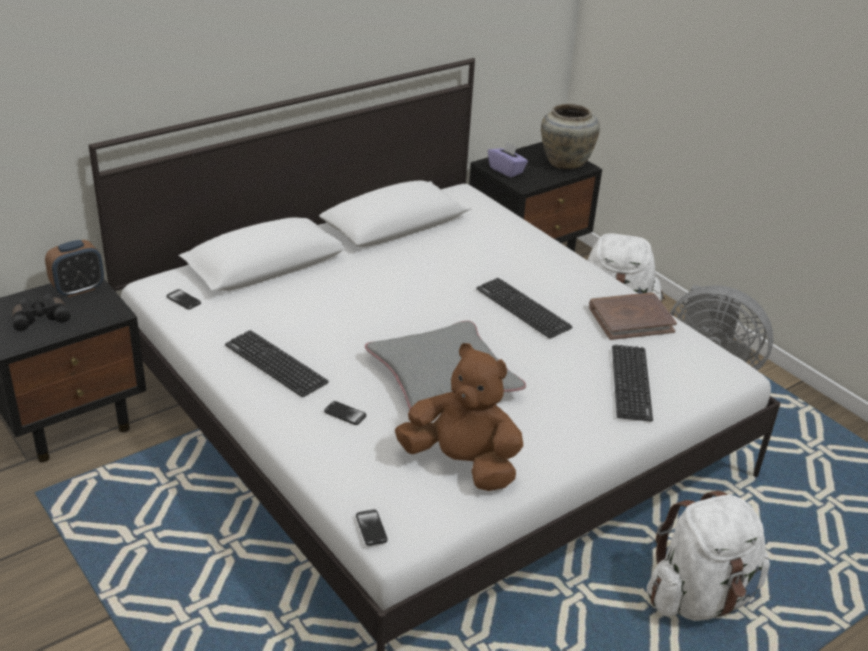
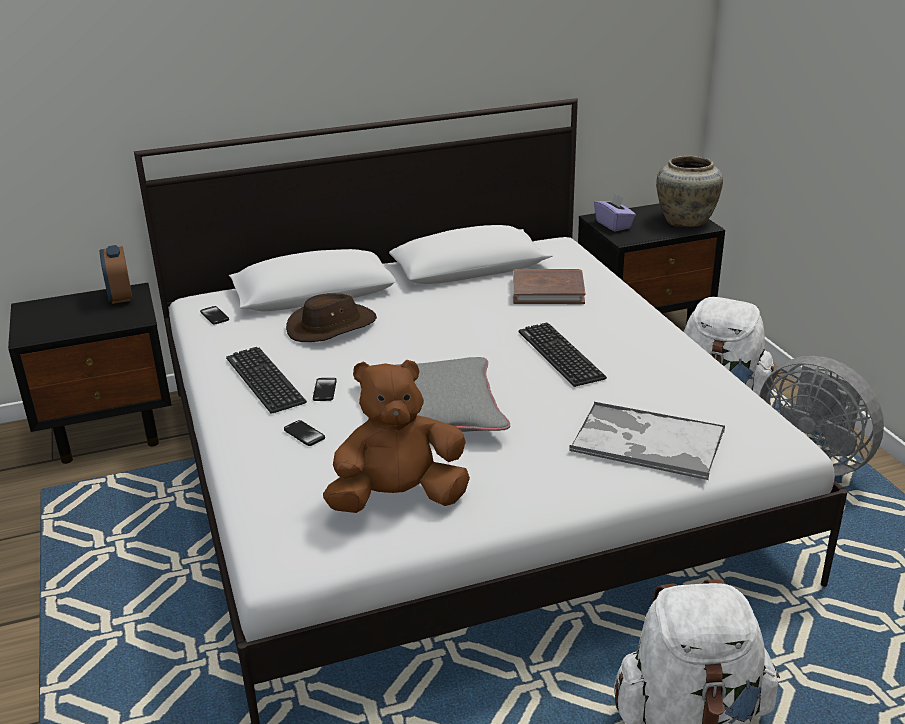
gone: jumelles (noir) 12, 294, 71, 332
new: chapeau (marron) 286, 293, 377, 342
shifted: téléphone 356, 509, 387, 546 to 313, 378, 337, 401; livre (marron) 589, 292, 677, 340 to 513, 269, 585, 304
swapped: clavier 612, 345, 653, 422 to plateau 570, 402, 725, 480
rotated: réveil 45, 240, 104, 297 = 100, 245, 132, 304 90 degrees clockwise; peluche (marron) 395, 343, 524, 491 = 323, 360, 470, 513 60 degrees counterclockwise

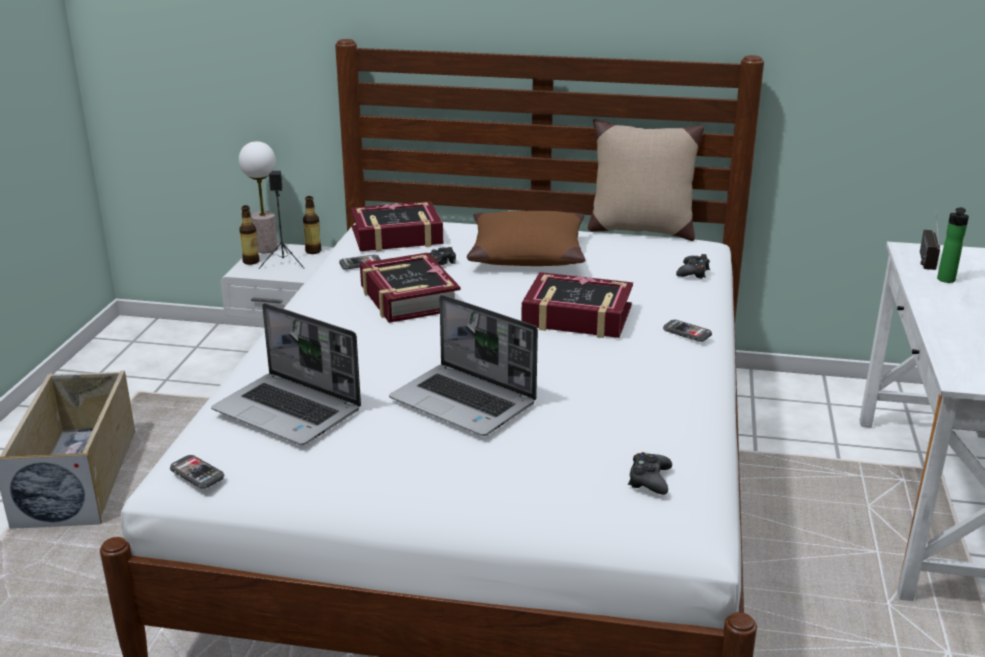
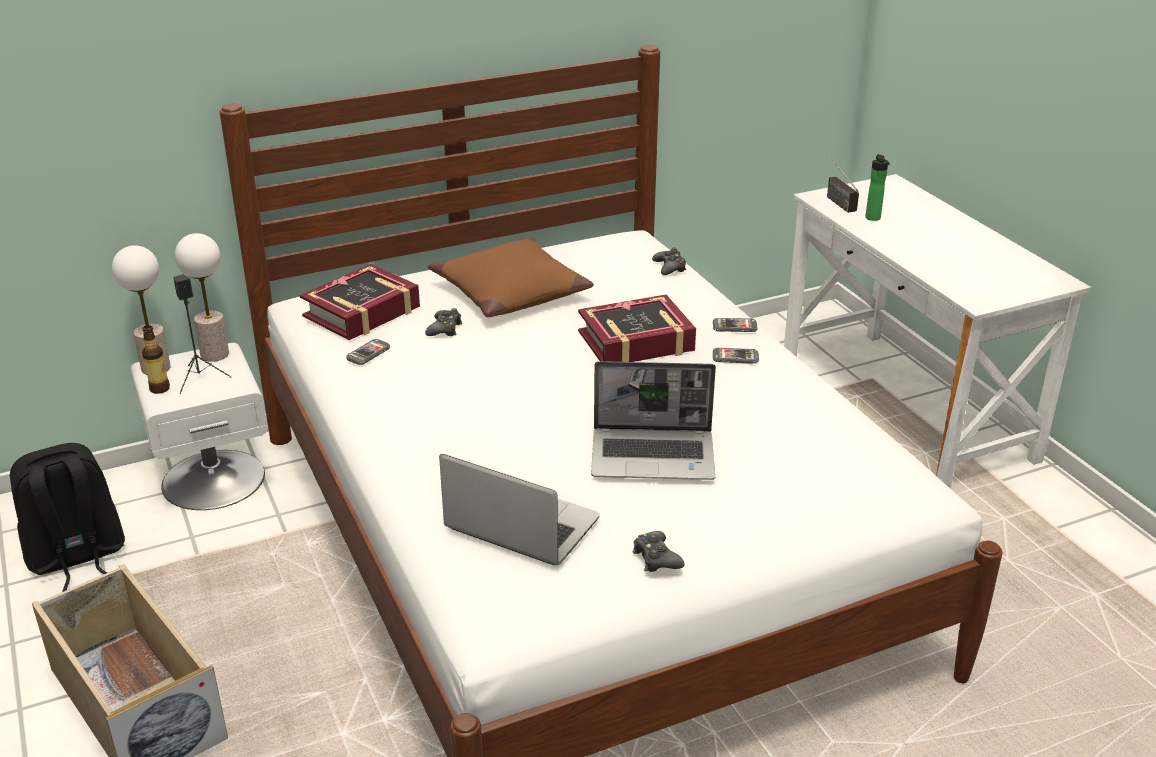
gone: livre 360, 253, 461, 323; coussin (beige) 588, 119, 704, 241
new: sac à dos (noir) 10, 443, 125, 592
shifted: téléphone 170, 455, 224, 489 to 713, 348, 759, 364; manette (noir) 628, 452, 672, 495 to 633, 531, 685, 572
swapped: bouteille 303, 196, 322, 254 to lampe de table 175, 233, 229, 362
rotated: ordinateur portable 211, 303, 361, 445 = 439, 454, 600, 565 150 degrees counterclockwise

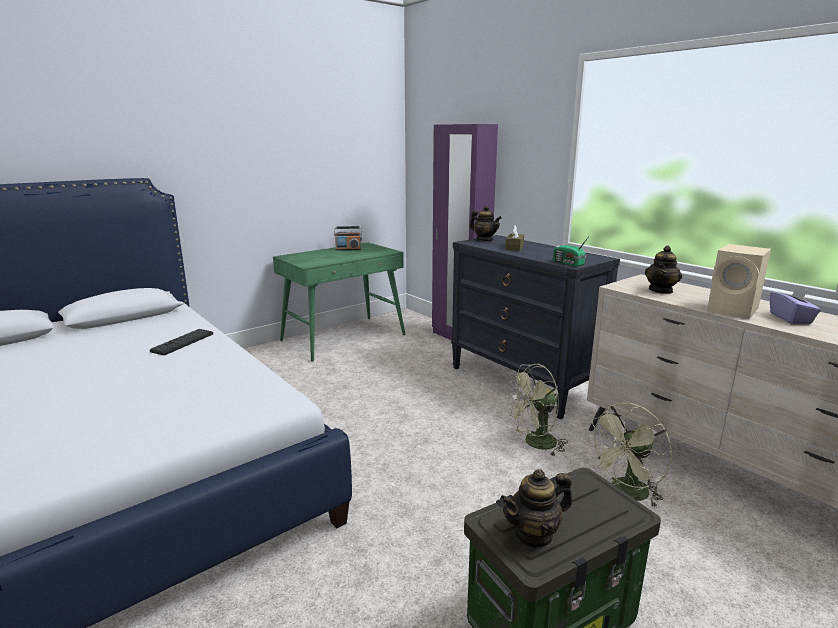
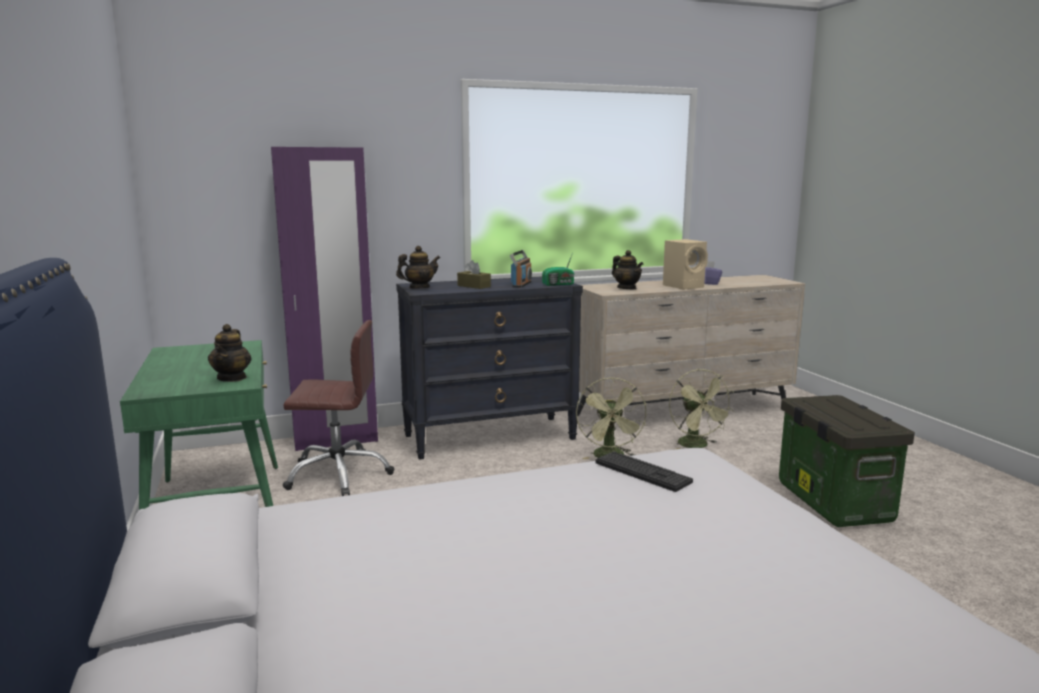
new: chaise de bureau (marron) 283, 320, 394, 496
shifted: clavier 150, 329, 213, 355 to 596, 451, 693, 492; radio 334, 226, 362, 251 to 510, 250, 532, 288; théière 500, 469, 572, 549 to 208, 324, 252, 382

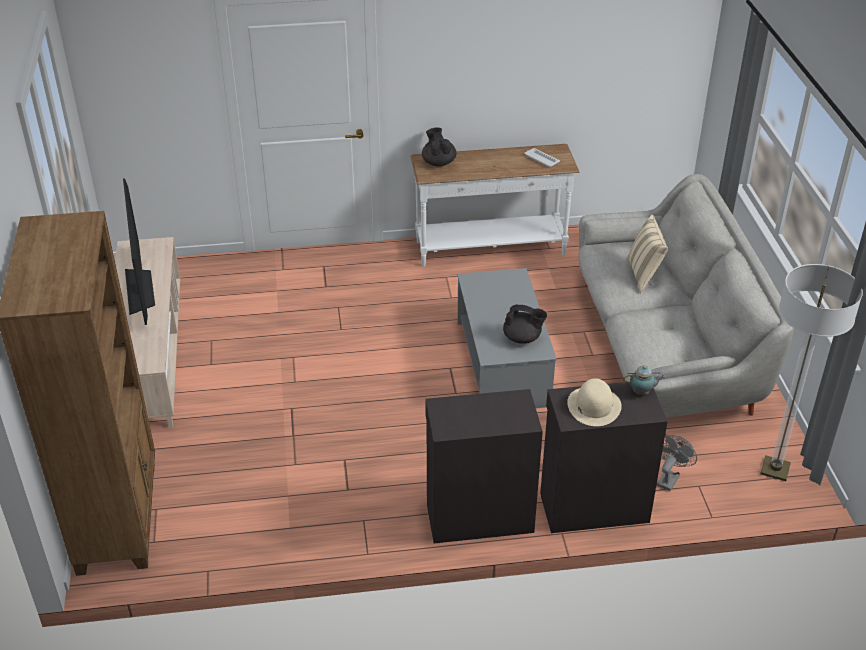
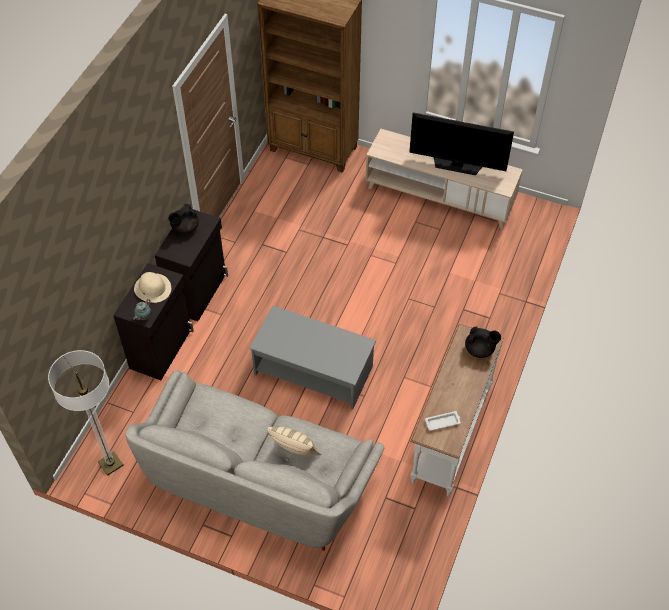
gone: ventilateur (gris) 657, 435, 697, 491
shifted: théière (noir) 503, 304, 547, 344 to 168, 204, 199, 234

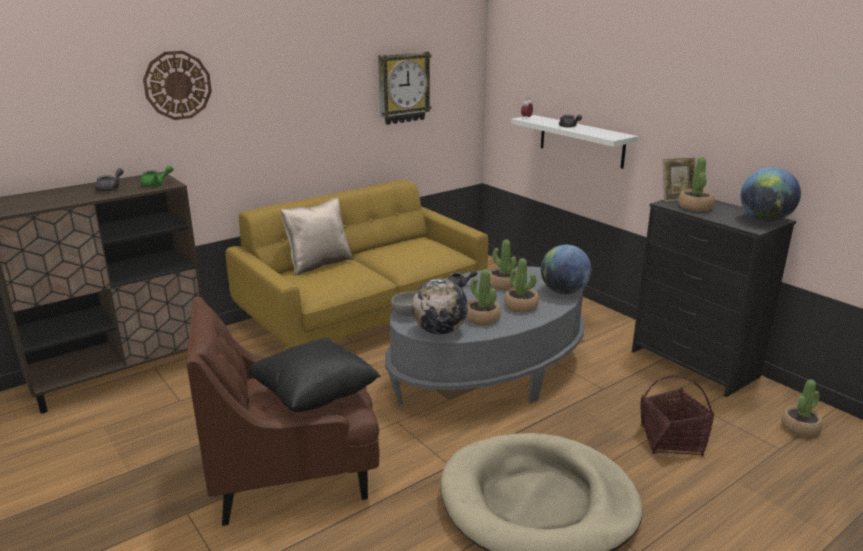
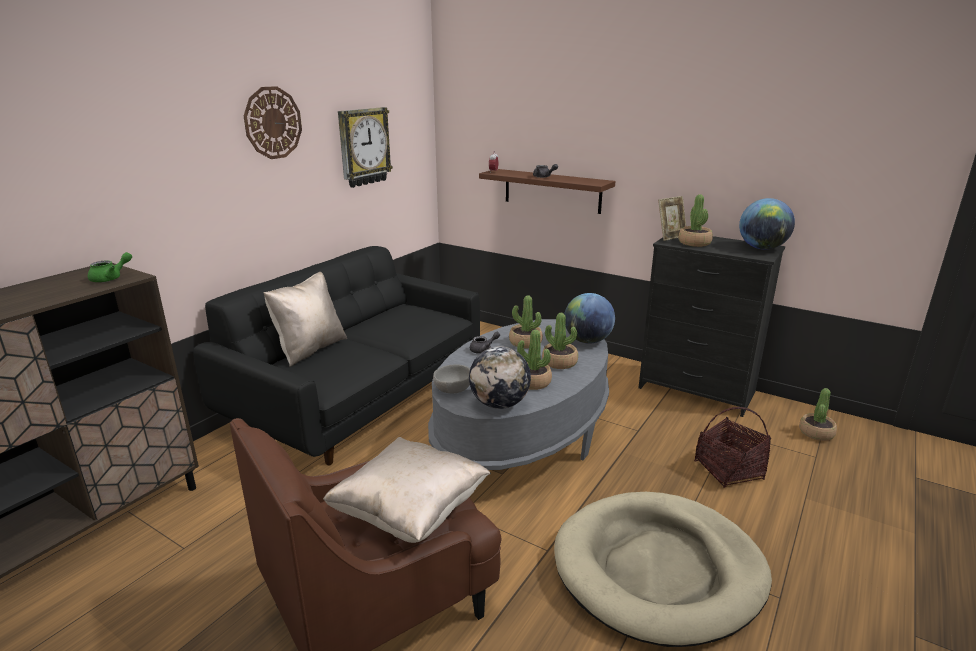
gone: théière (gris) 95, 168, 124, 192
shifted: horloge murale 143, 51, 212, 120 to 244, 86, 302, 159
repainted: canapé (jaune) 225, 180, 488, 349 to canapé (noir) 193, 246, 480, 466; coussin (noir) 248, 338, 381, 412 to coussin (beige) 323, 437, 491, 543; étagère (blanc) 511, 115, 638, 169 to étagère (marron) 479, 169, 615, 214

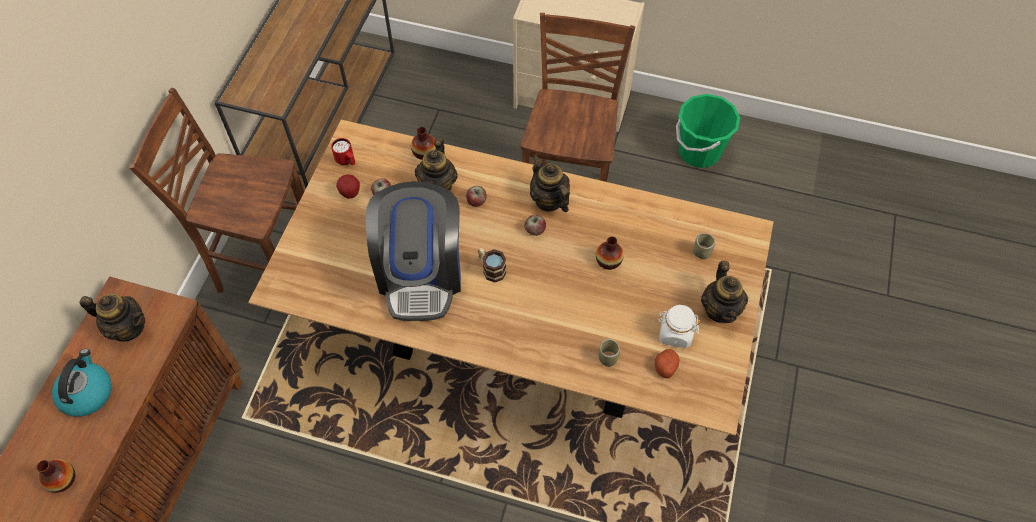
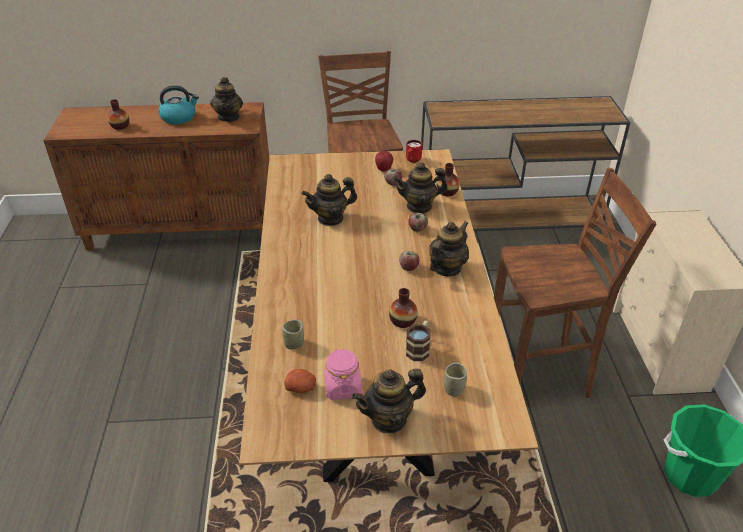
shifted: mug 478, 248, 506, 283 to 406, 320, 431, 361
swapped: machine à café 365, 181, 461, 321 to théière 302, 174, 357, 226
repainted: bocal (blanc) 658, 305, 700, 348 to bocal (rose) 324, 348, 362, 400

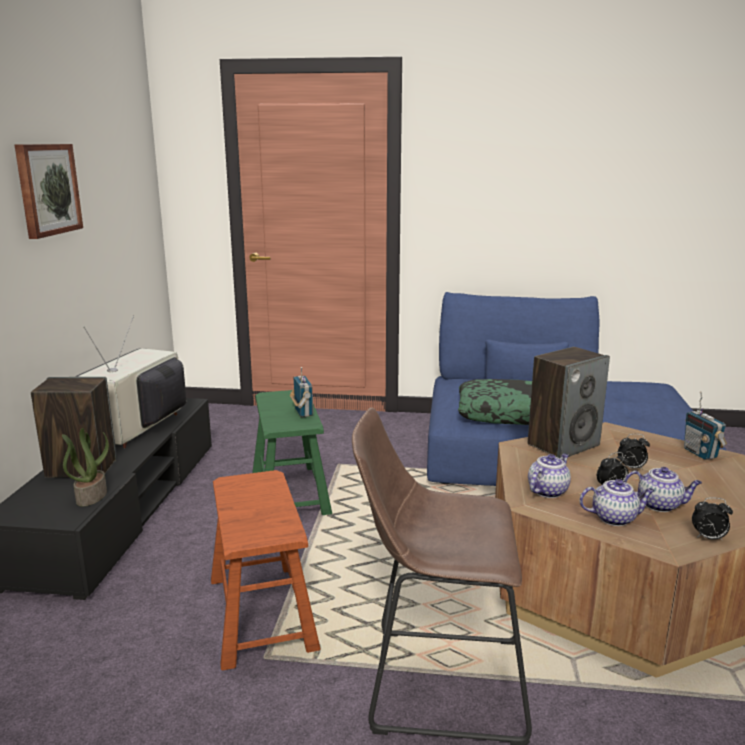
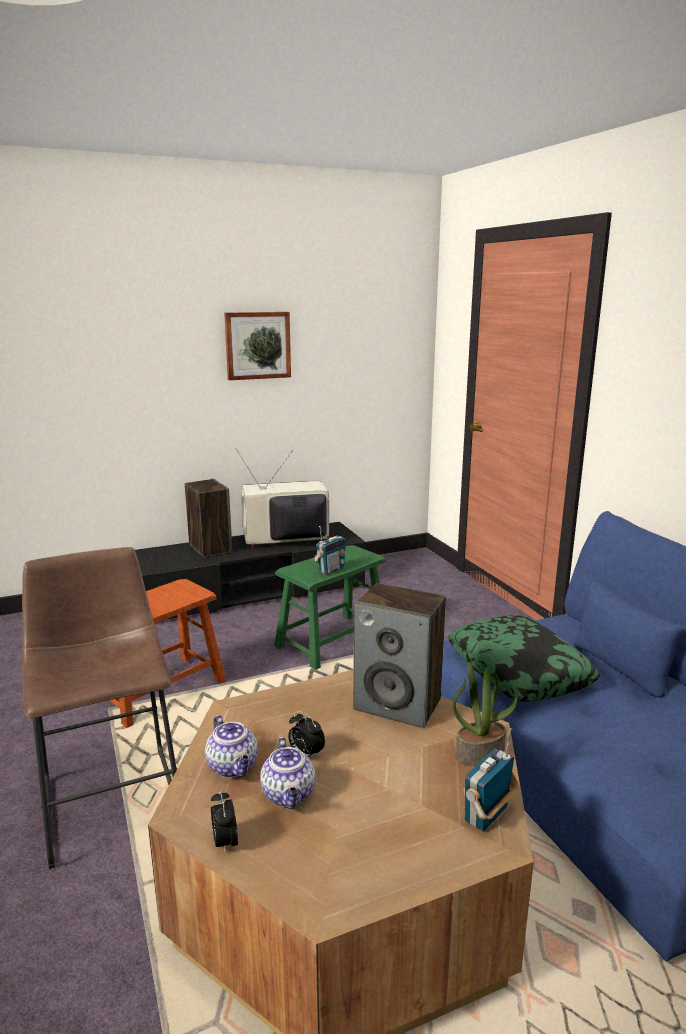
gone: théière 528, 454, 571, 498; réveil 618, 434, 650, 469
shifted: plante en pot 62, 428, 109, 507 to 453, 663, 518, 766

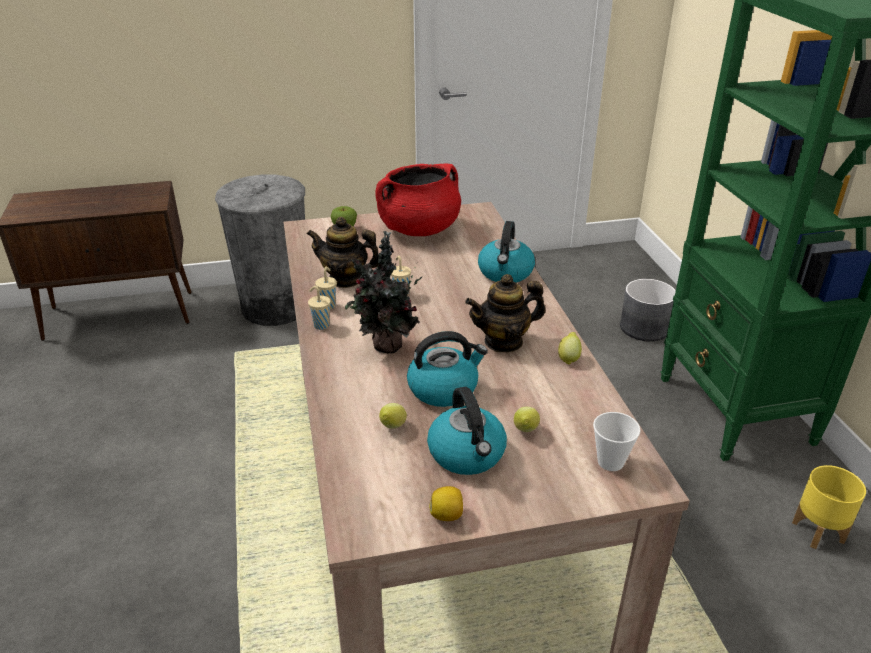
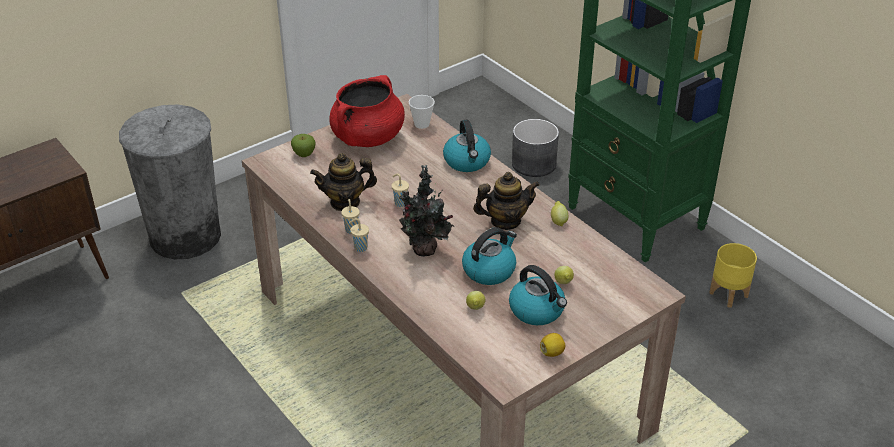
shifted: tasse 593, 412, 641, 471 to 409, 95, 435, 129
rotated: théière 465, 274, 545, 353 = 473, 172, 540, 230 150 degrees counterclockwise

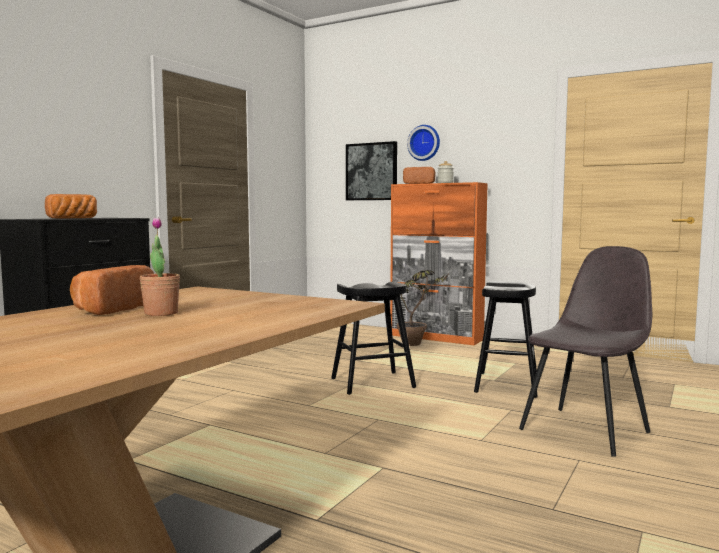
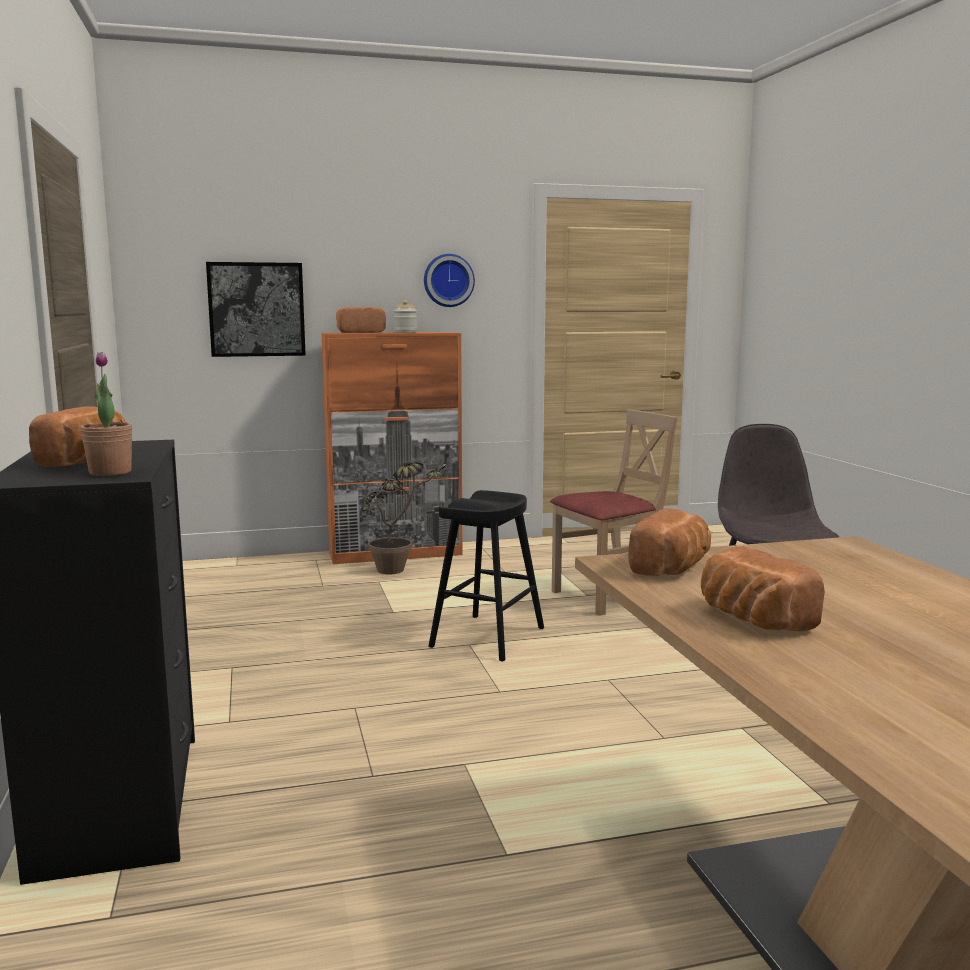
new: pain 628, 508, 711, 576
shifted: plante en pot 140, 218, 180, 316 to 81, 352, 133, 476; horloge murale 407, 125, 440, 161 to 424, 254, 475, 307
swapped: tabouret (noir) 474, 282, 538, 398 to chaise (beige) 550, 409, 678, 616

